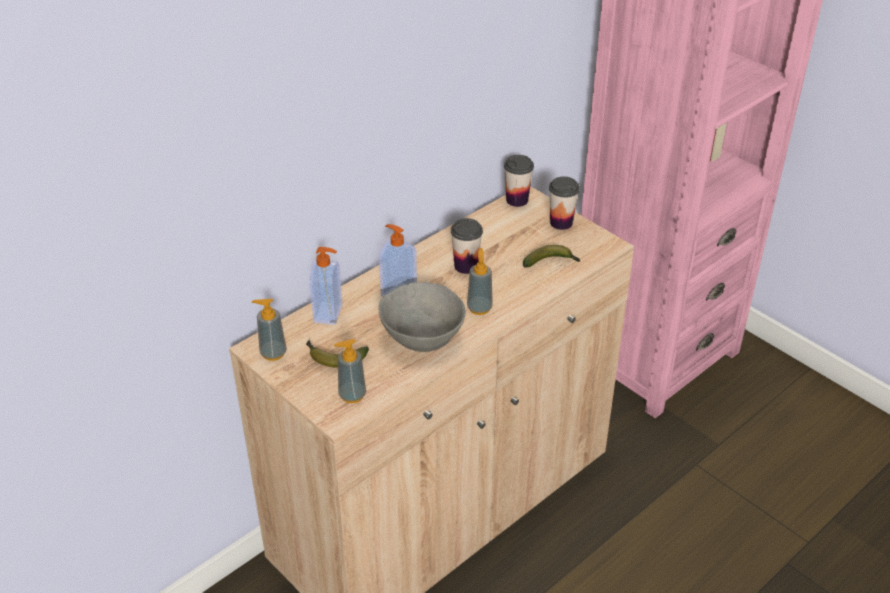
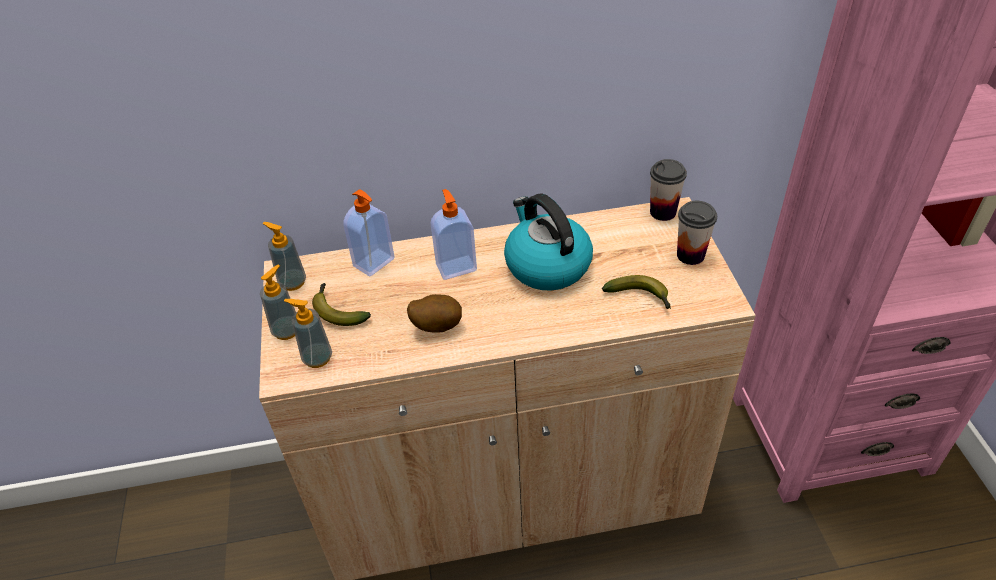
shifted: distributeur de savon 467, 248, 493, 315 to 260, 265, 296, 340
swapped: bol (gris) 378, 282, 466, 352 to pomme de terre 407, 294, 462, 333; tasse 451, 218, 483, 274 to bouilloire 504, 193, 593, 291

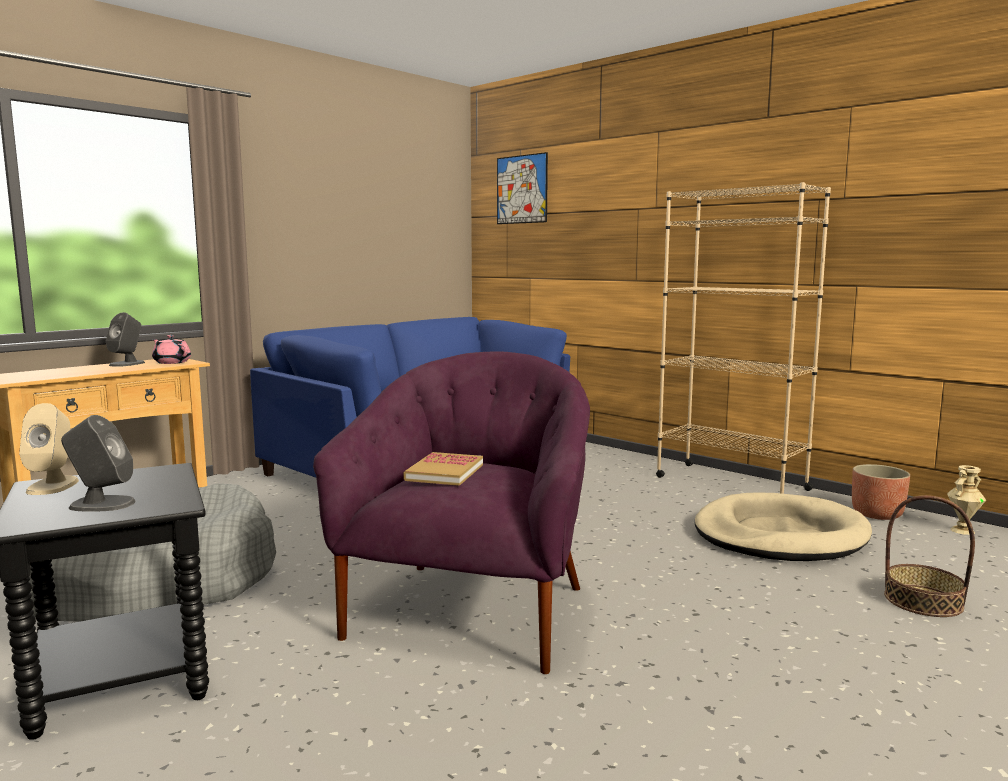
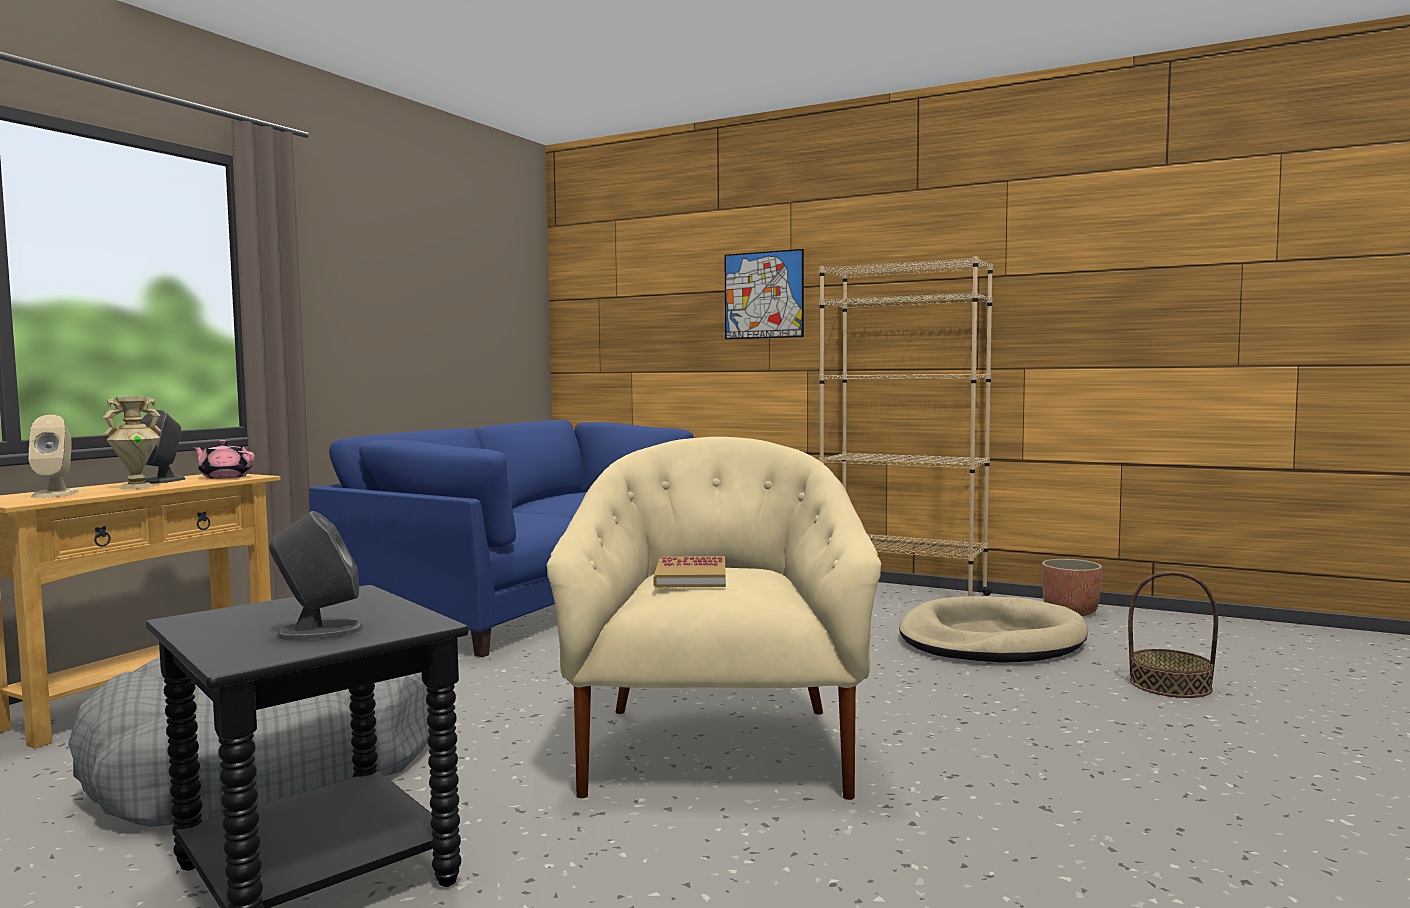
shifted: enceinte (beige) 19, 403, 79, 495 to 28, 415, 79, 498; tableau 497, 152, 548, 224 to 724, 249, 804, 339; vase (beige) 947, 465, 986, 535 to 103, 397, 161, 489
repainted: fauteuil (violet) 313, 351, 590, 674 to fauteuil (beige) 547, 437, 881, 800

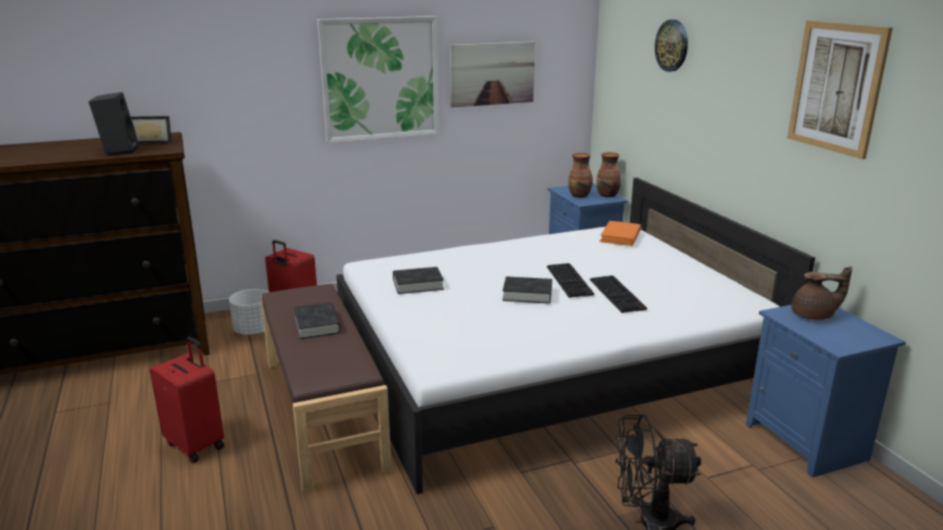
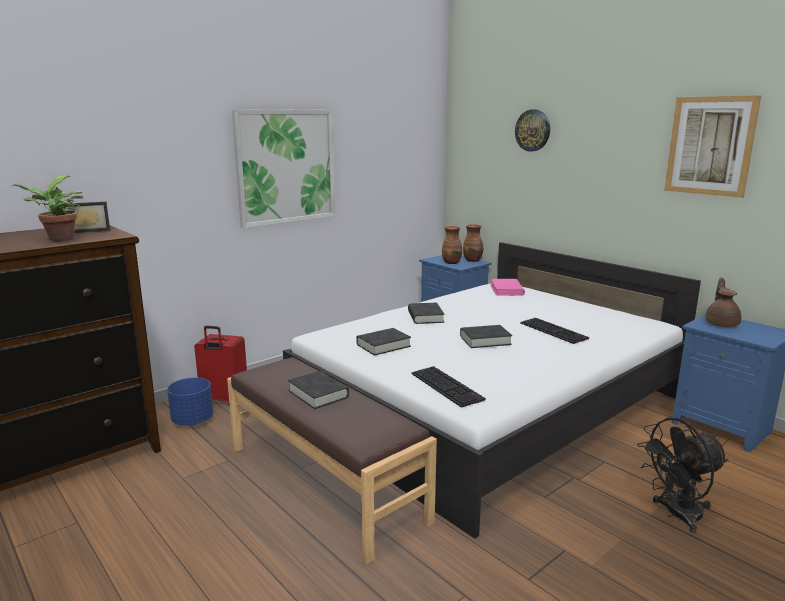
gone: valise (rouge) 150, 337, 224, 463; tableau 450, 41, 535, 107
new: livre (noir) 408, 302, 444, 324
shifted: clavier 547, 263, 594, 298 to 412, 366, 486, 408
swapped: enceinte (noir) 89, 92, 139, 155 to plante en pot 12, 176, 84, 241
repainted: cache-pot (blanc) 229, 289, 268, 335 to cache-pot (bleu) 167, 377, 213, 426; livre (orange) 599, 221, 641, 246 to livre (rose) 490, 279, 525, 296
rotated: théière (marron) 792, 266, 852, 320 = 706, 278, 741, 327 60 degrees counterclockwise

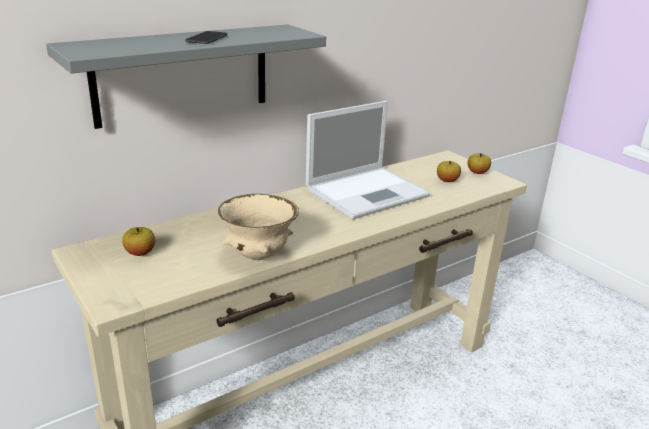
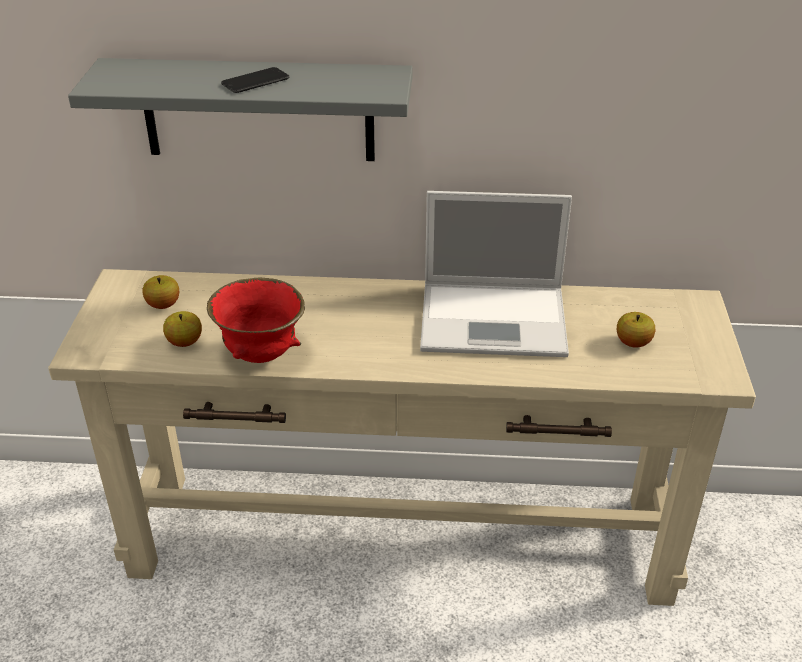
shifted: pomme 468, 153, 491, 174 to 163, 311, 202, 347
repainted: bol (beige) 218, 194, 299, 261 to bol (rouge) 207, 278, 305, 363

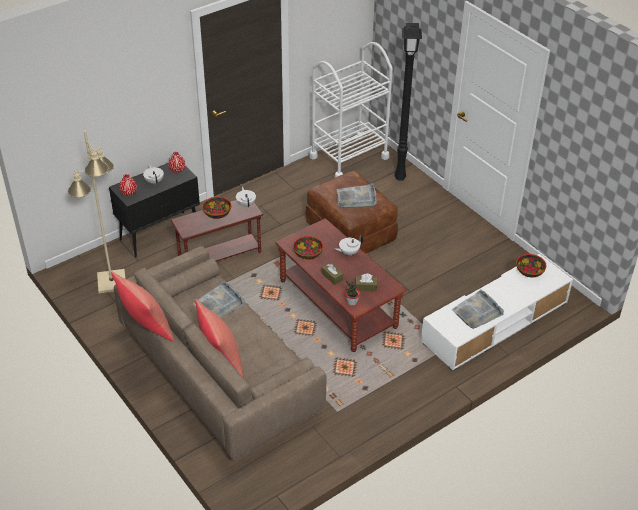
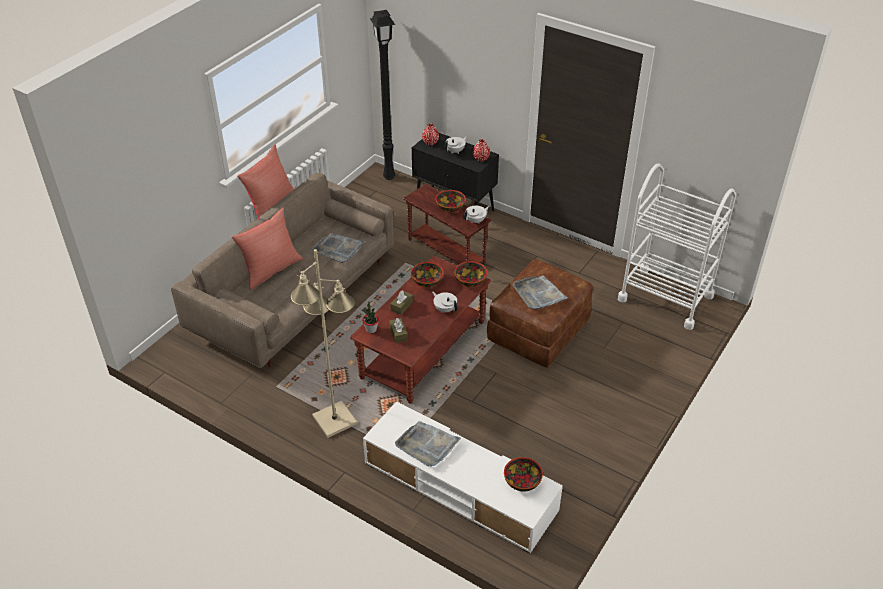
new: bol 455, 261, 487, 287
shifted: lampadaire (beige) 68, 130, 126, 294 to 291, 249, 357, 438; lampadaire (noir) 394, 23, 422, 181 to 370, 10, 395, 180

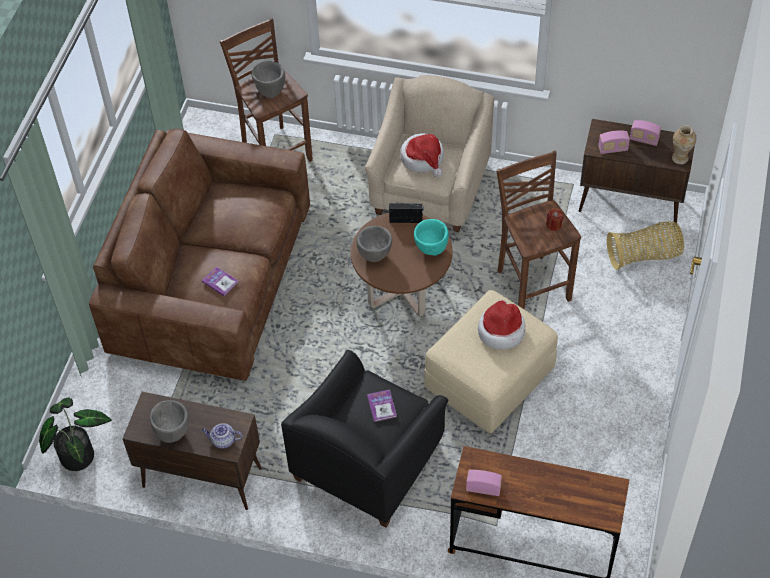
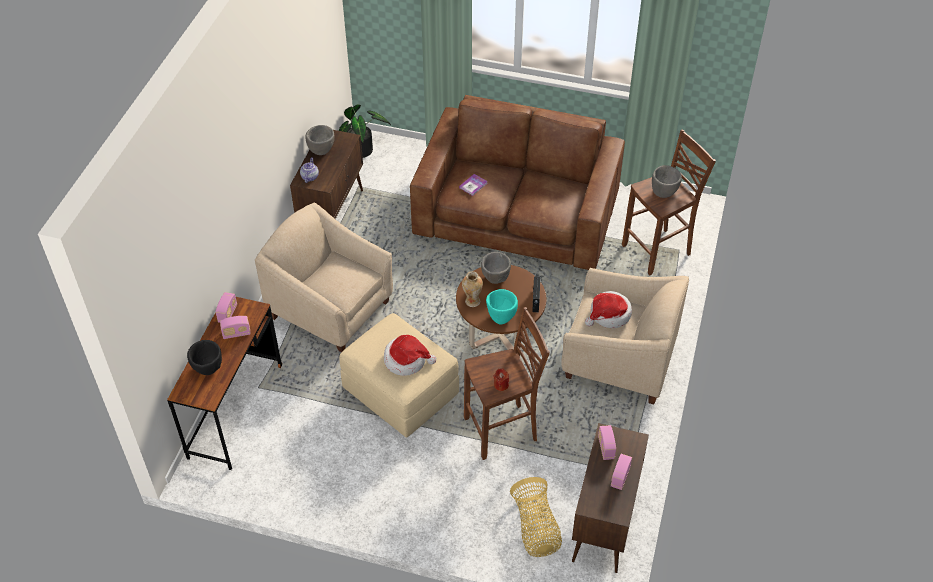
gone: livre 367, 390, 397, 422
new: bol (noir) 187, 340, 222, 375; radio 220, 316, 251, 339
shifted: vase 672, 125, 696, 164 to 462, 271, 483, 307
repainted: fauteuil (noir) 281, 350, 448, 527 to fauteuil (beige) 255, 203, 393, 352

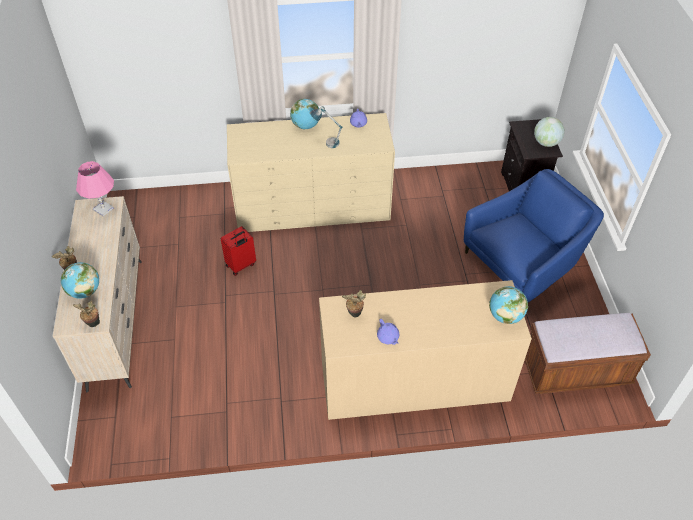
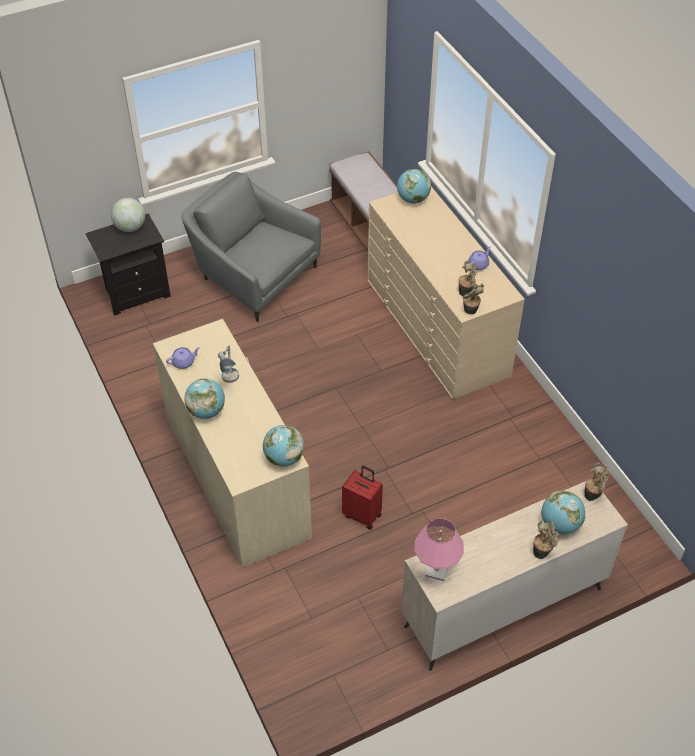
new: globe 263, 425, 304, 467; plante en pot 462, 283, 484, 314
repainted: fauteuil (bleu) 464, 169, 604, 302 to fauteuil (gris) 181, 172, 321, 322

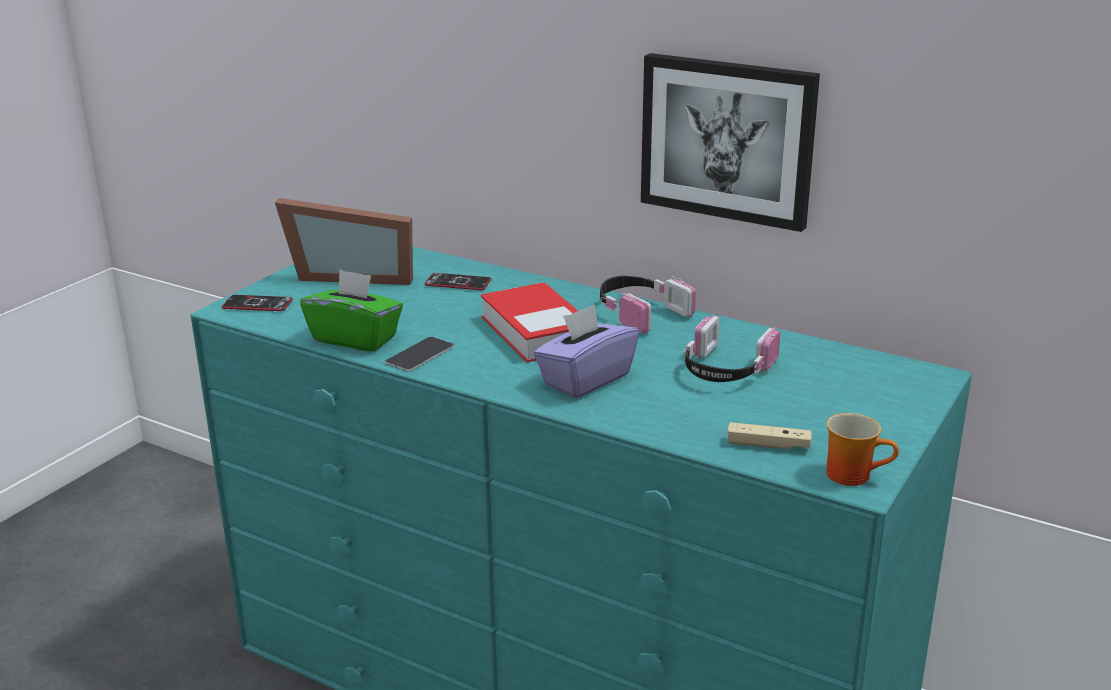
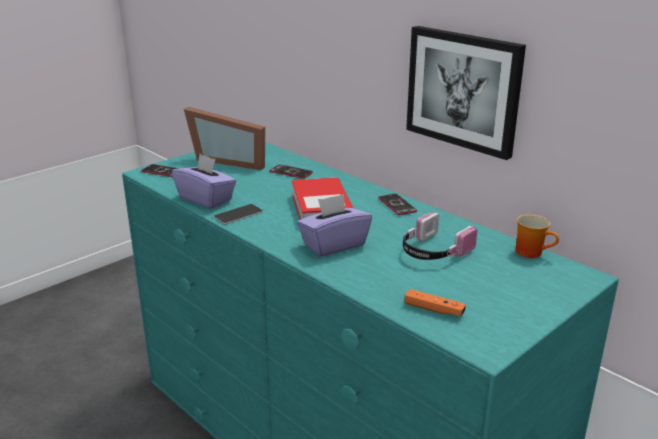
shifted: mug 826, 413, 899, 486 to 516, 214, 559, 258
swapped: casque audio 600, 276, 696, 334 to téléphone 378, 194, 417, 215
repainted: boîte à mouchoirs (vert) 300, 269, 403, 352 to boîte à mouchoirs (violet) 172, 154, 236, 209; manette (beige) 728, 422, 812, 450 to manette (orange) 405, 289, 466, 316

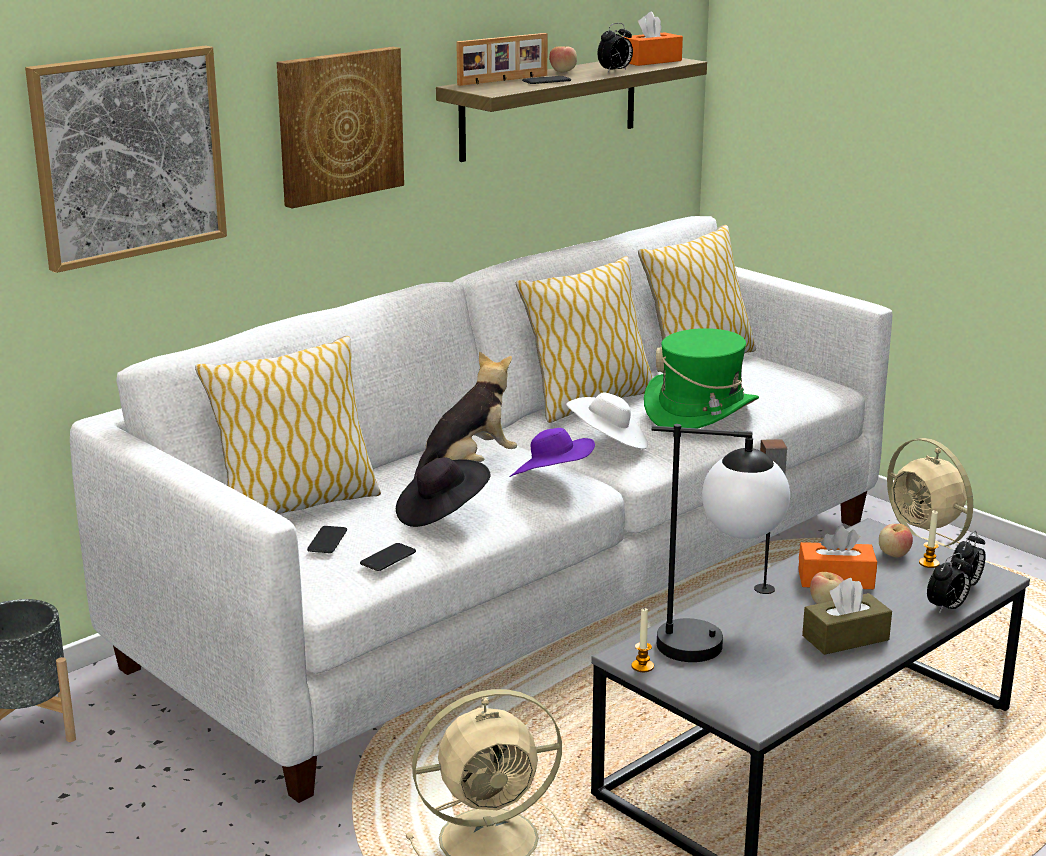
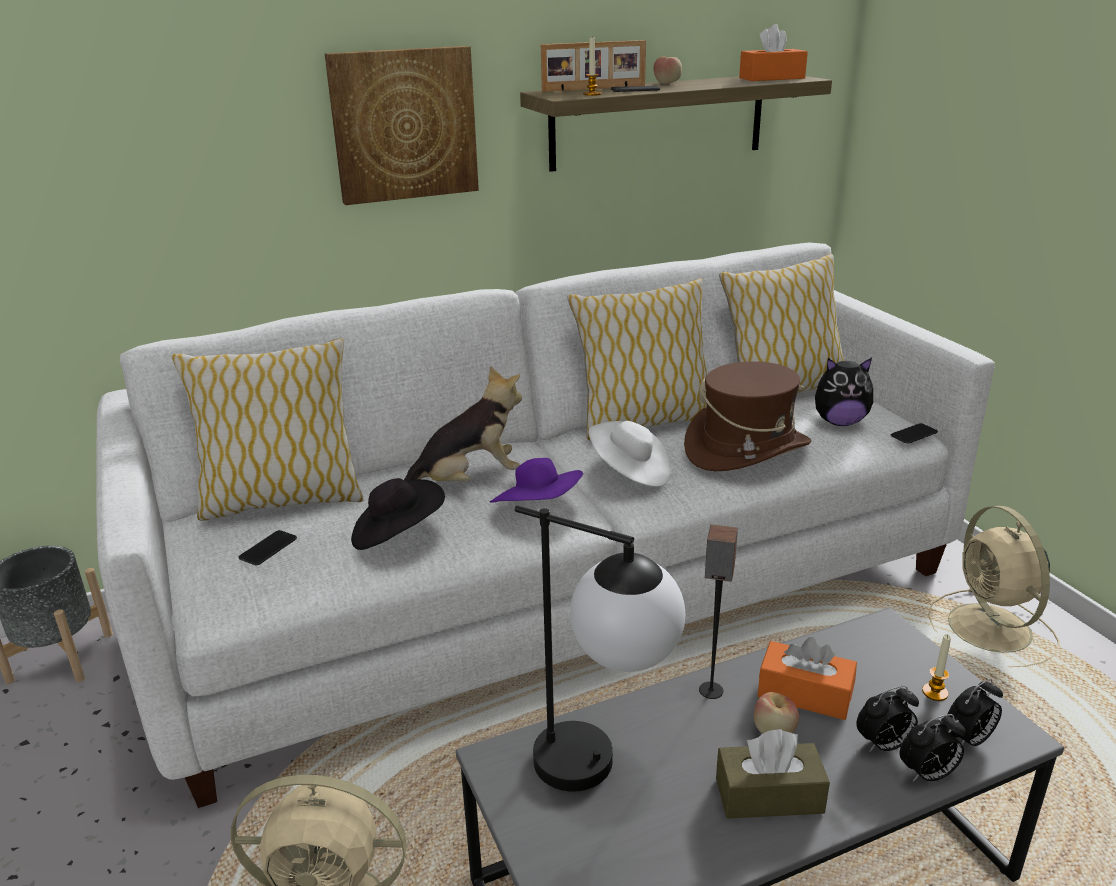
gone: tableau 25, 46, 227, 273; pomme 879, 524, 913, 558
new: peluche 815, 358, 873, 426
shifted: téléphone 360, 543, 416, 571 to 891, 423, 938, 444; réveil 598, 23, 633, 72 to 856, 686, 919, 752; bougie 631, 607, 654, 672 to 583, 38, 601, 96
repainted: chapeau (vert) 644, 328, 759, 429 to chapeau (marron) 684, 361, 811, 471

